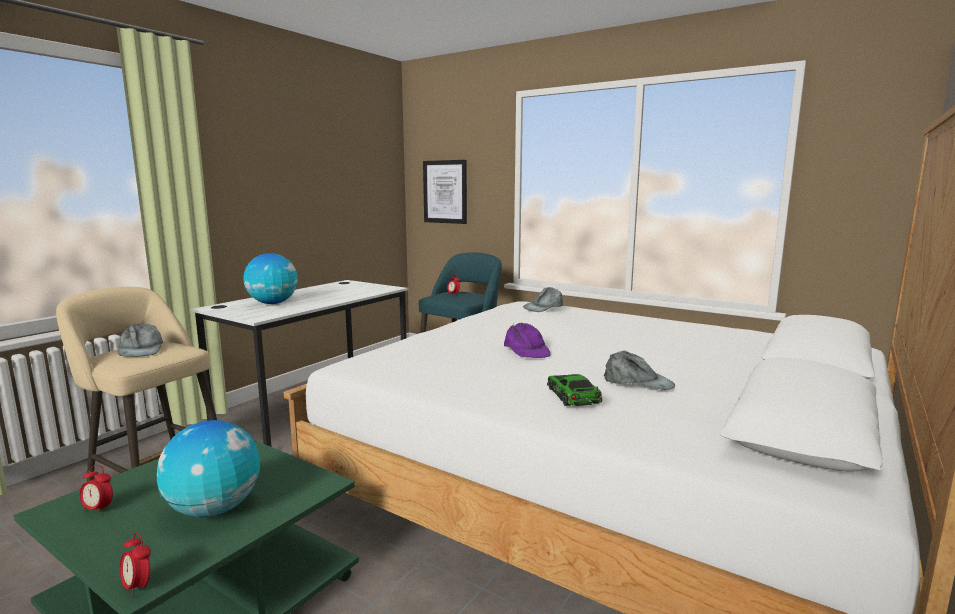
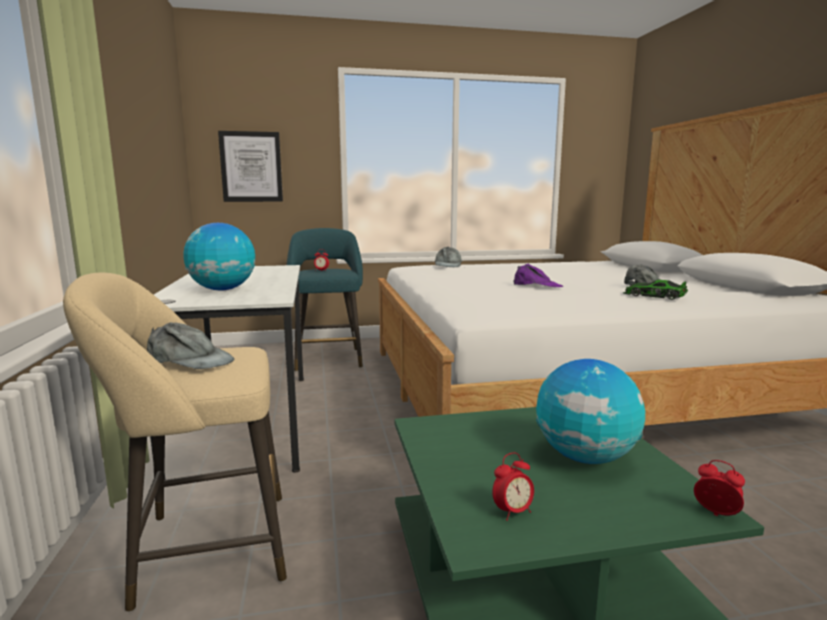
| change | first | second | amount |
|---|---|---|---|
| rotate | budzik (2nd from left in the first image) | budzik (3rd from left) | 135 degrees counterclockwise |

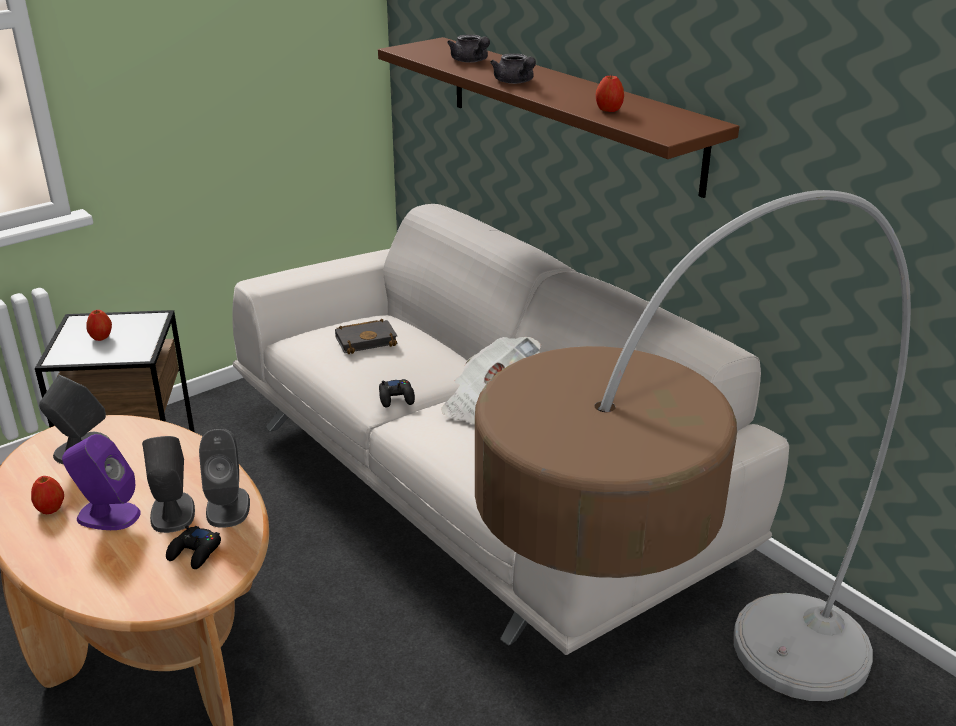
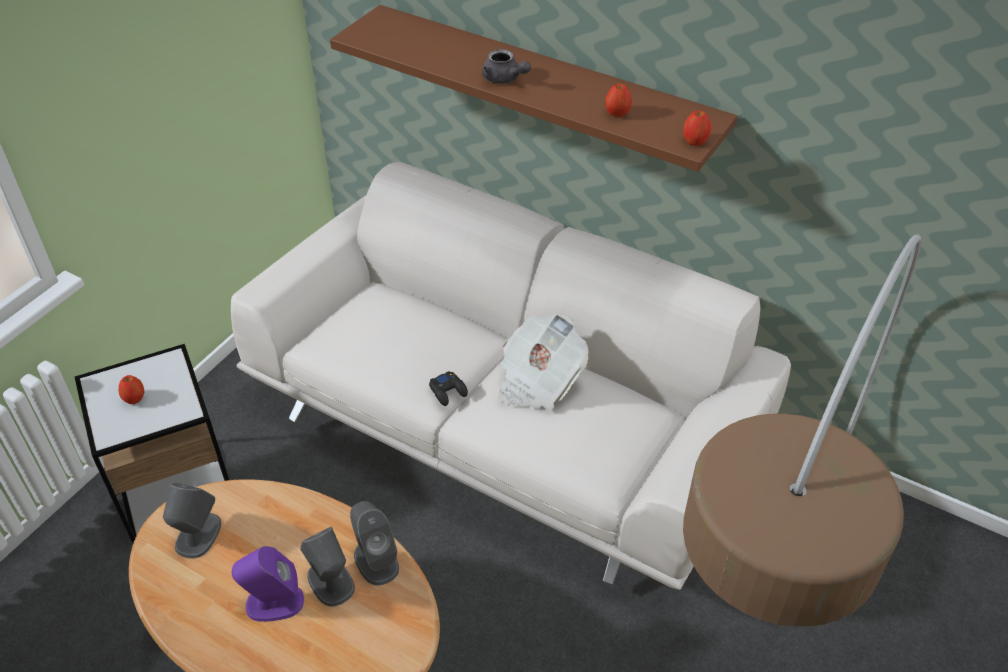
| change | first | second | amount |
|---|---|---|---|
| delete | imbryk (szary) (1st from left) |  |  |
| delete | książka (czarny) |  |  |
| move | jabłko (1st from left in the first image) | jabłko (3rd from left) |  |
| delete | pad do gier (czarny) (1st from left) |  |  |

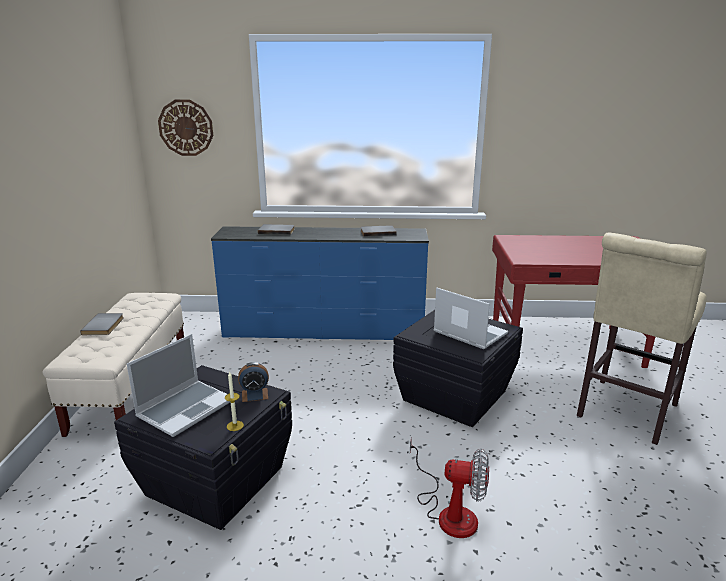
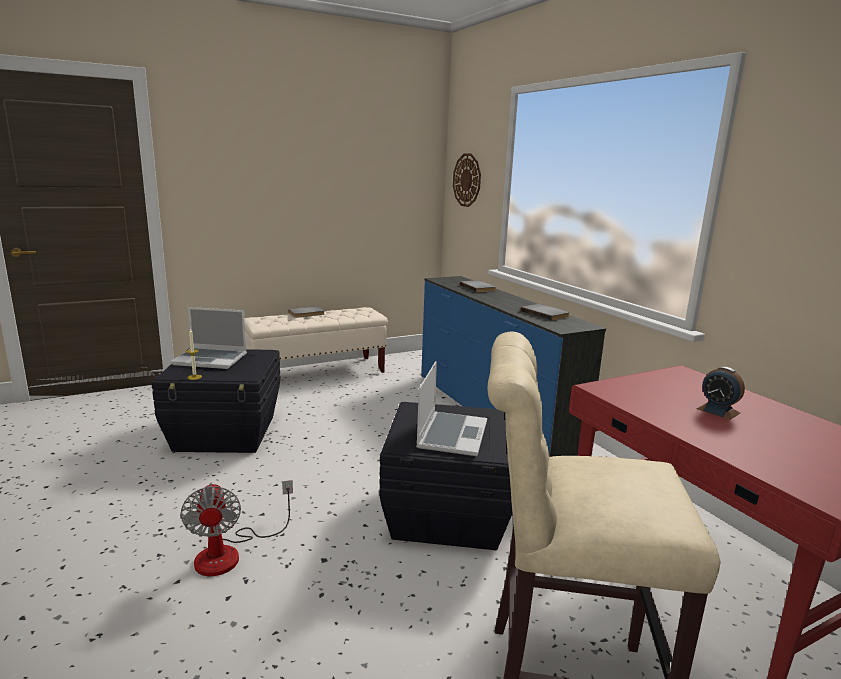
| change | first | second | amount |
|---|---|---|---|
| move | budzik |  |  |

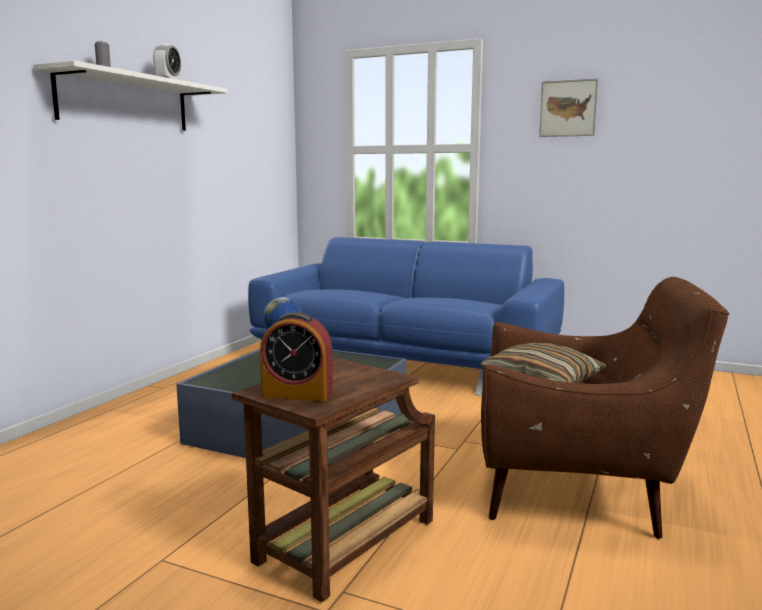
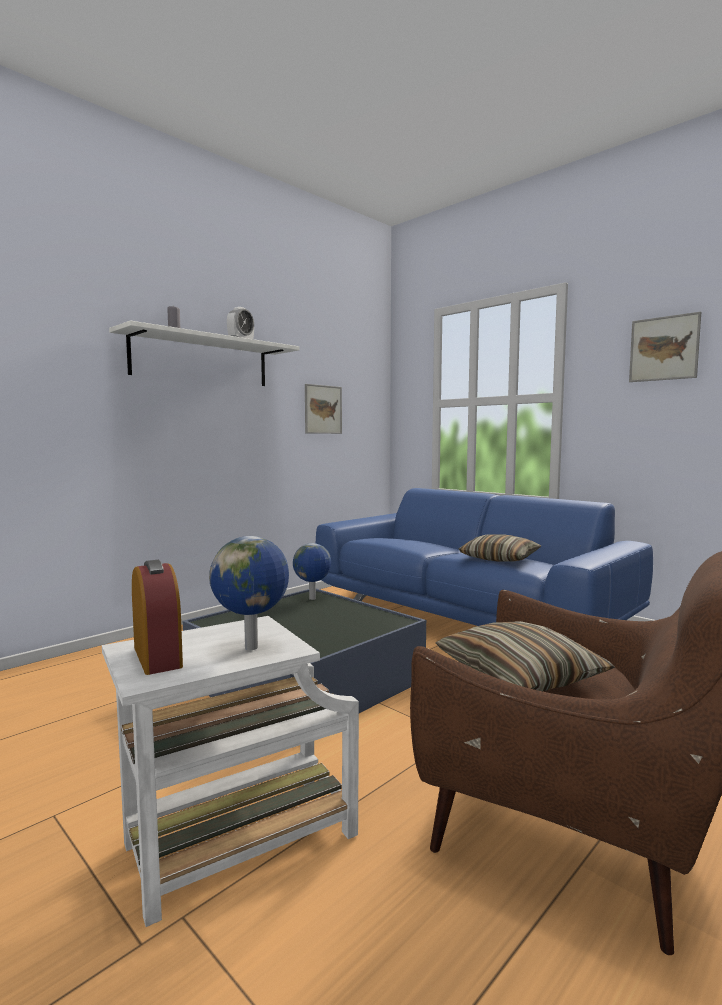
| change | first | second | amount |
|---|---|---|---|
| rotate | budzik (2nd from left in the first image) | budzik (1st from left) | 150 degrees counterclockwise |
| recolor | stolik (brązowy) | stolik (biały) |  |
| insert |  | obraz (1st from left) |  |
| insert |  | poduszka (1st from left) |  |
| insert |  | globus (1st from left) |  |

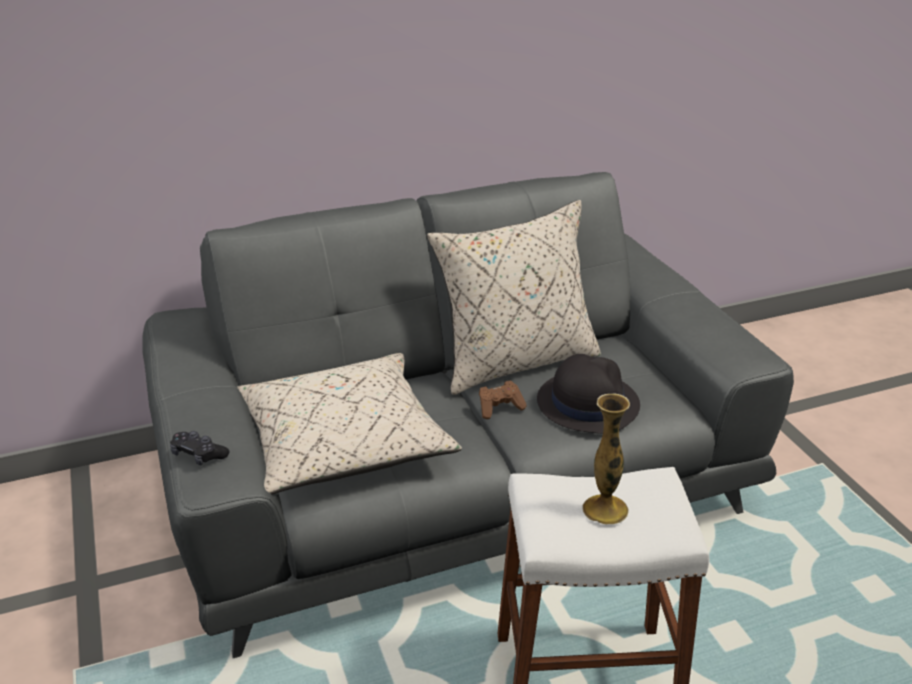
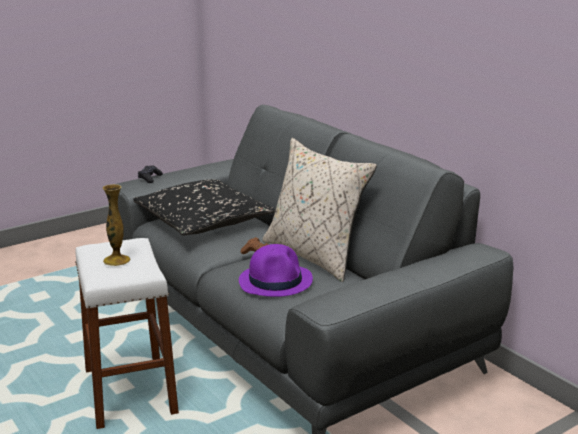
| change | first | second | amount |
|---|---|---|---|
| recolor | poduszka (beżowy) (1st from left) | poduszka (czarny) |  |
| recolor | kapelusz (czarny) | kapelusz (fioletowy) |  |

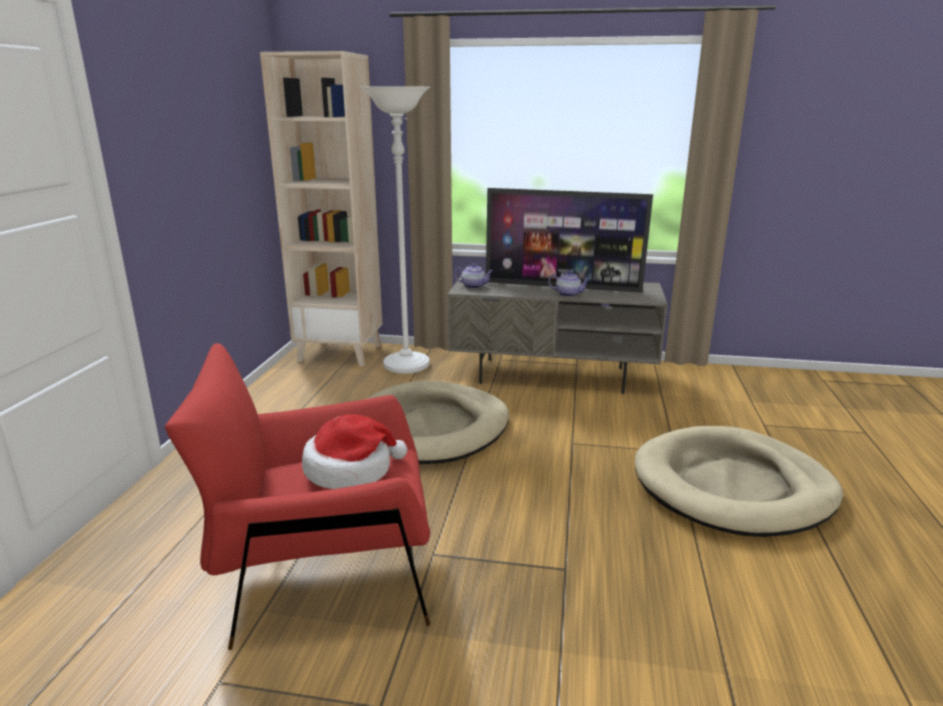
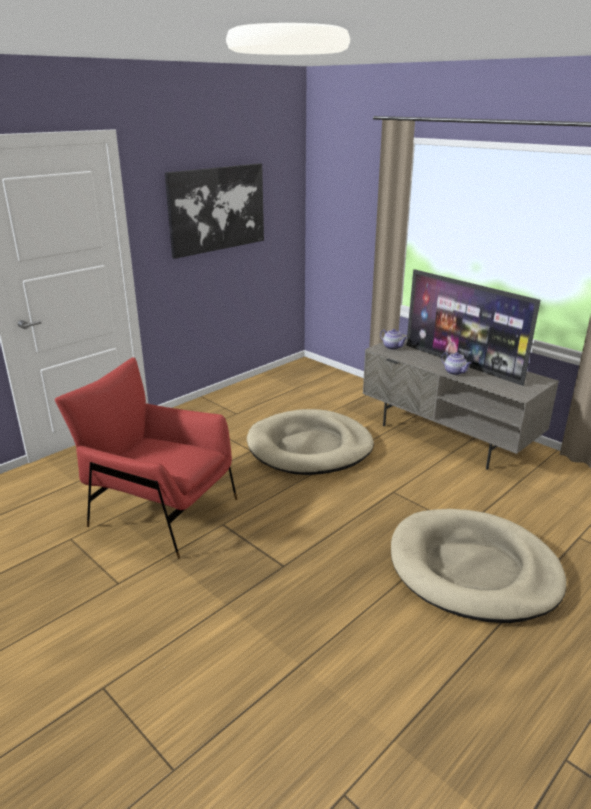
| change | first | second | amount |
|---|---|---|---|
| delete | regał (beżowy) |  |  |
| delete | lampa stojąca (biały) |  |  |
| delete | kapelusz |  |  |
| insert |  | obraz |  |

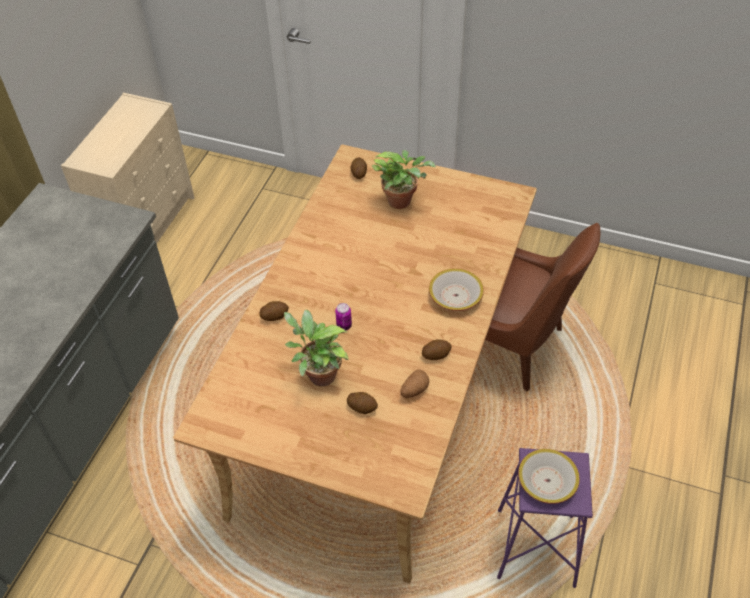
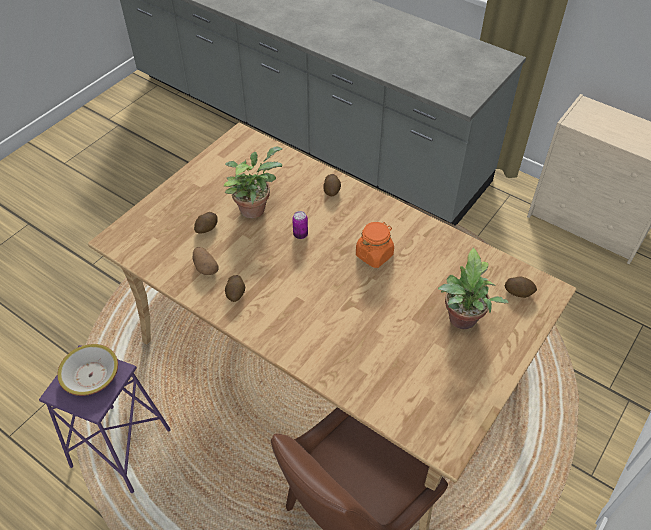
| change | first | second | amount |
|---|---|---|---|
| delete | miska (1st from left) |  |  |
| insert |  | słoik (pomarańczowy) |  |

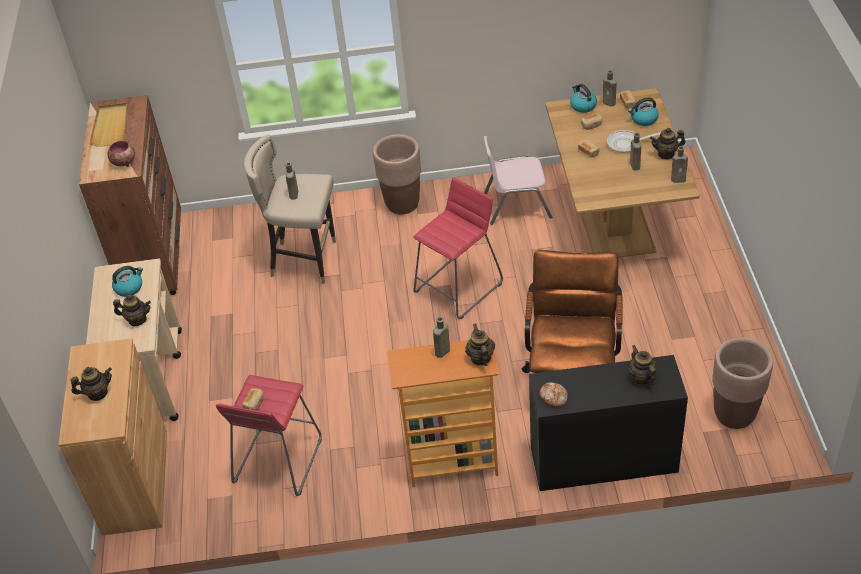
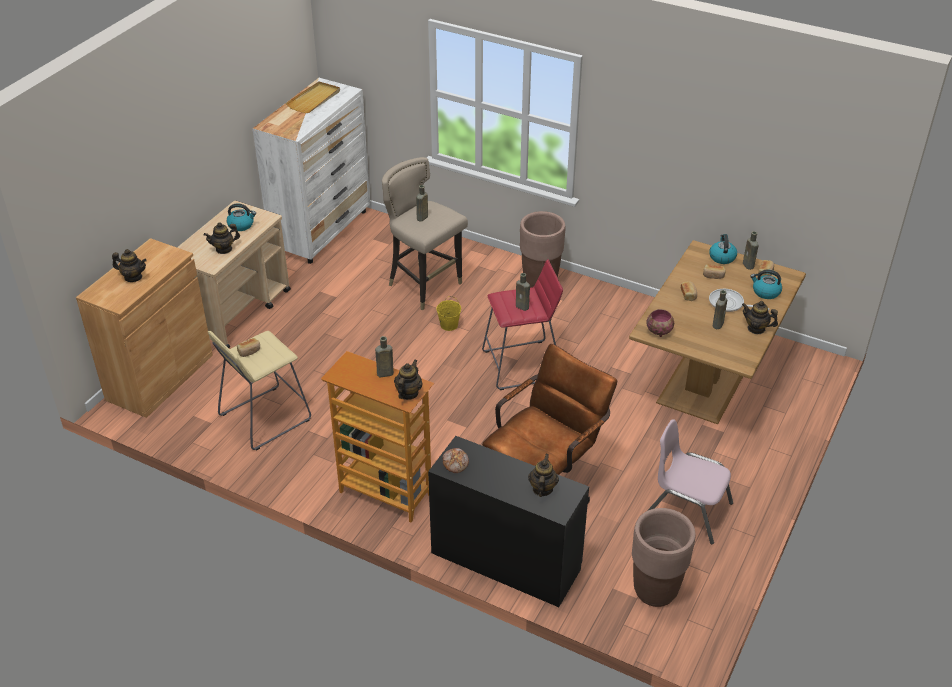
| change | first | second | amount |
|---|---|---|---|
| recolor | komoda (brązowy) | komoda (biały) |  |
| move | krzesło (różowy) |  |  |
| move | miska |  |  |
| move | butelka (brązowy) (5th from left in the first image) | butelka (brązowy) (3rd from left) |  |
| rotate | imbryk (2nd from left) |  | 120 degrees clockwise |
| recolor | stołek (czerwony) (1st from left) | stołek (beżowy) (1st from left) |  |
| insert |  | wiadro (żółty) |  |

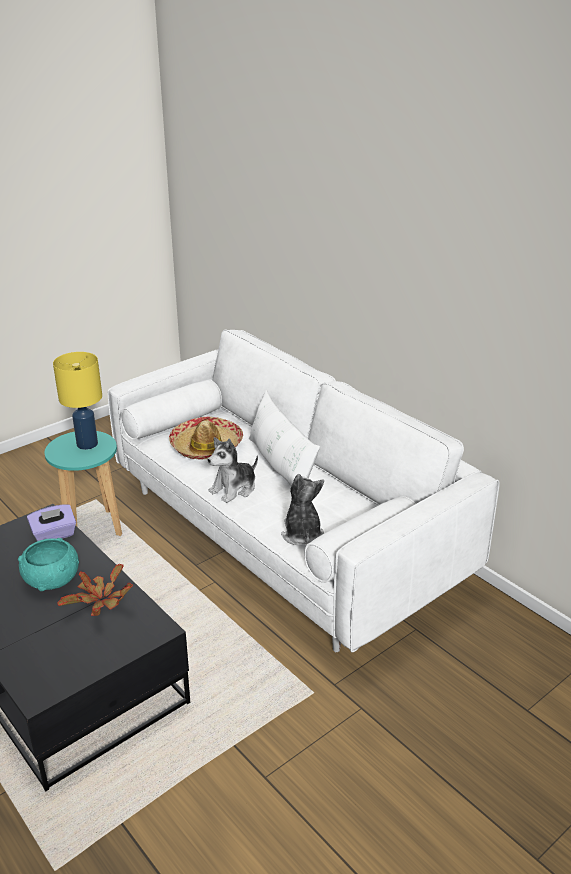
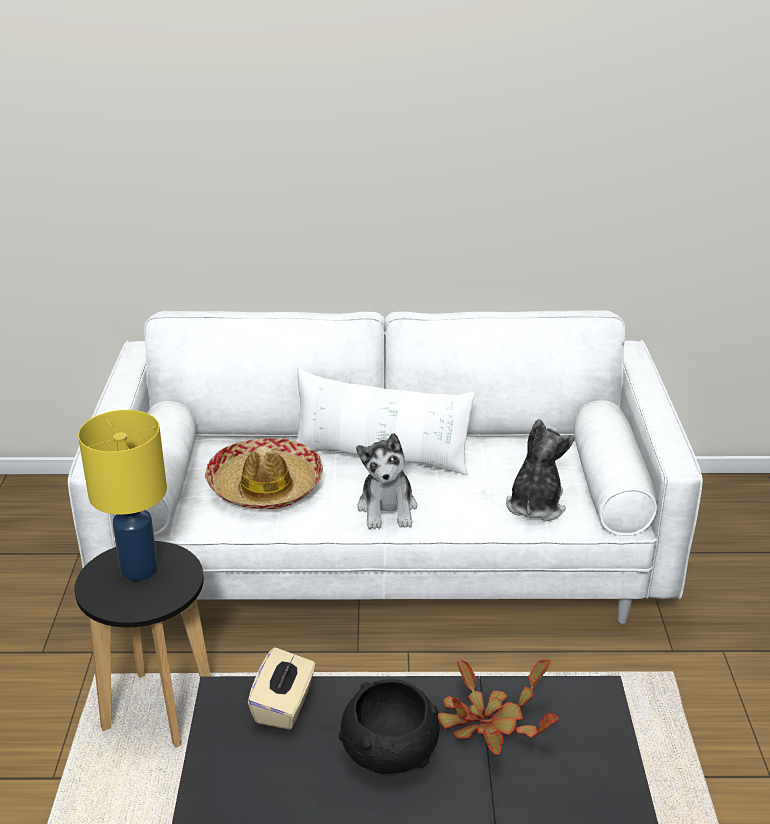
| change | first | second | amount |
|---|---|---|---|
| recolor | stołek (turkusowy) | stołek (czarny) |  |
| rotate | pluszak (2nd from left) |  | 75 degrees clockwise |
| recolor | pudełko chusteczek (fioletowy) | pudełko chusteczek (beżowy) |  |
| recolor | miska (turkusowy) | miska (czarny) |  |

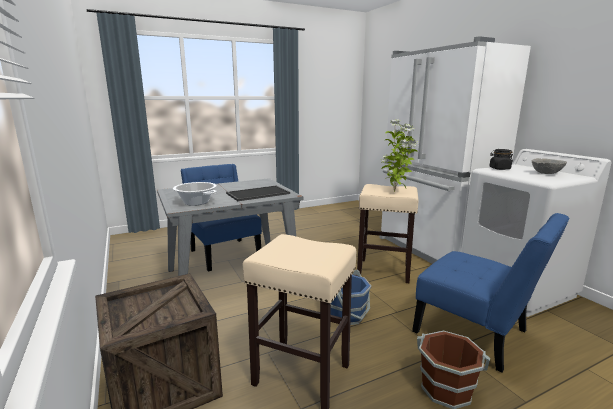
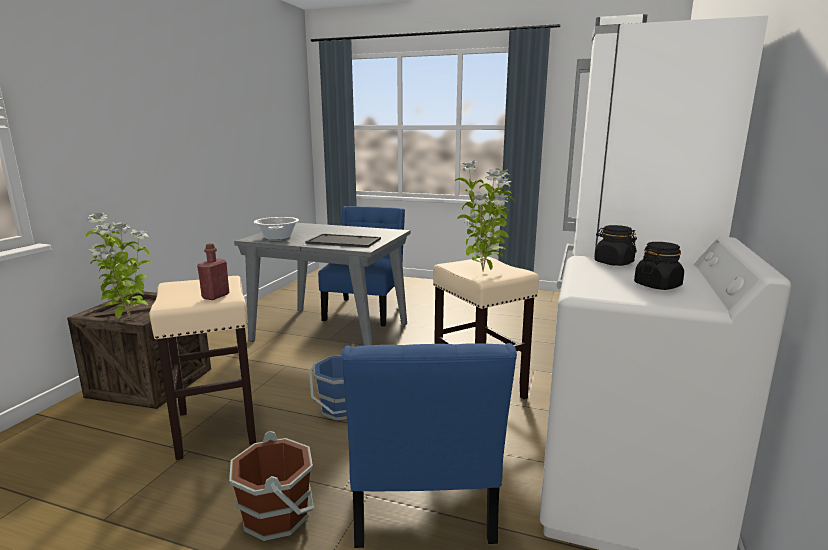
| change | first | second | amount |
|---|---|---|---|
| replace | miska (szary) | słoik (czarny) (2nd from left) |  |
| insert |  | roślina doniczkowa (1st from left) |  |
| insert |  | butelka (czerwony) |  |

